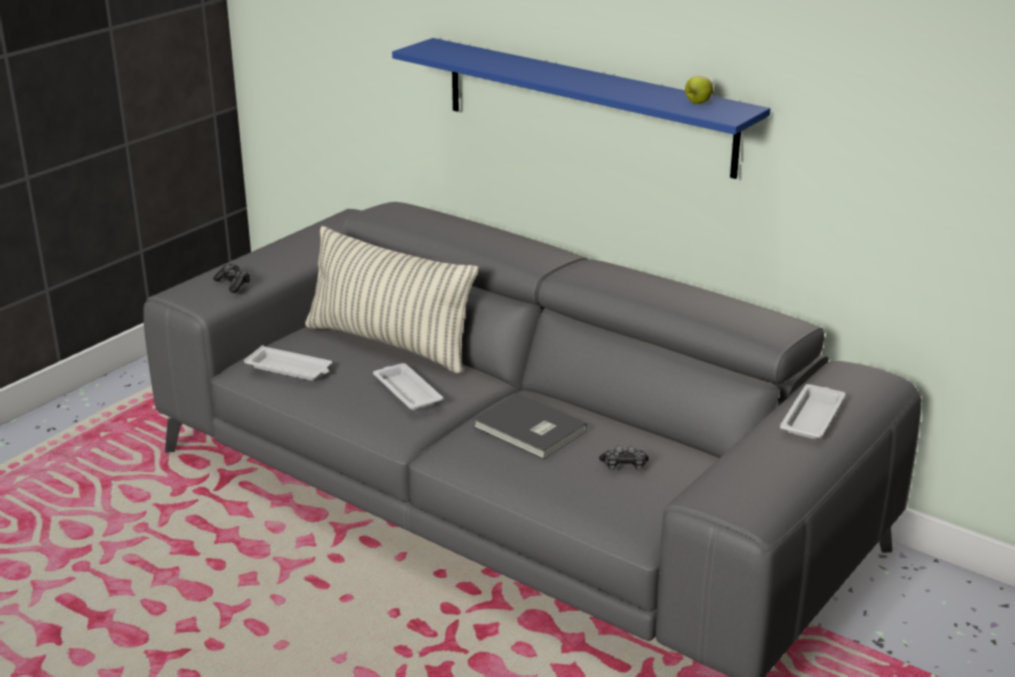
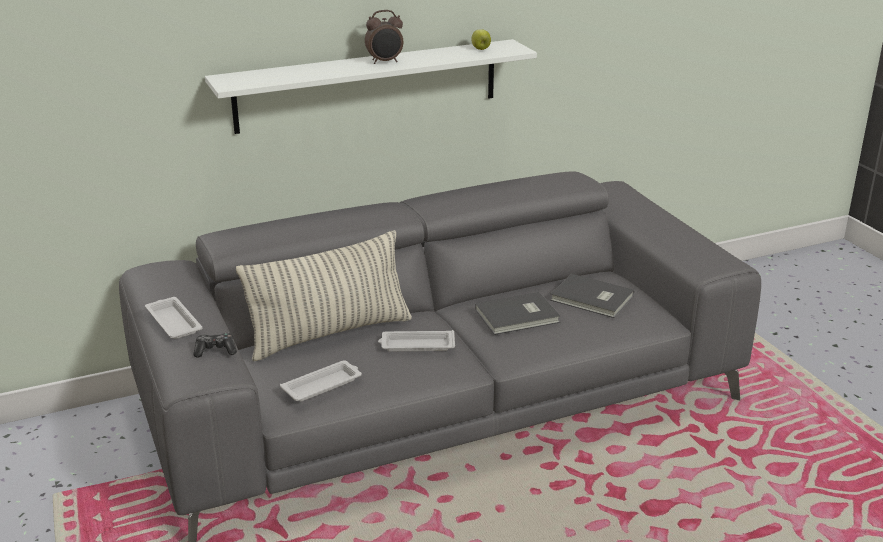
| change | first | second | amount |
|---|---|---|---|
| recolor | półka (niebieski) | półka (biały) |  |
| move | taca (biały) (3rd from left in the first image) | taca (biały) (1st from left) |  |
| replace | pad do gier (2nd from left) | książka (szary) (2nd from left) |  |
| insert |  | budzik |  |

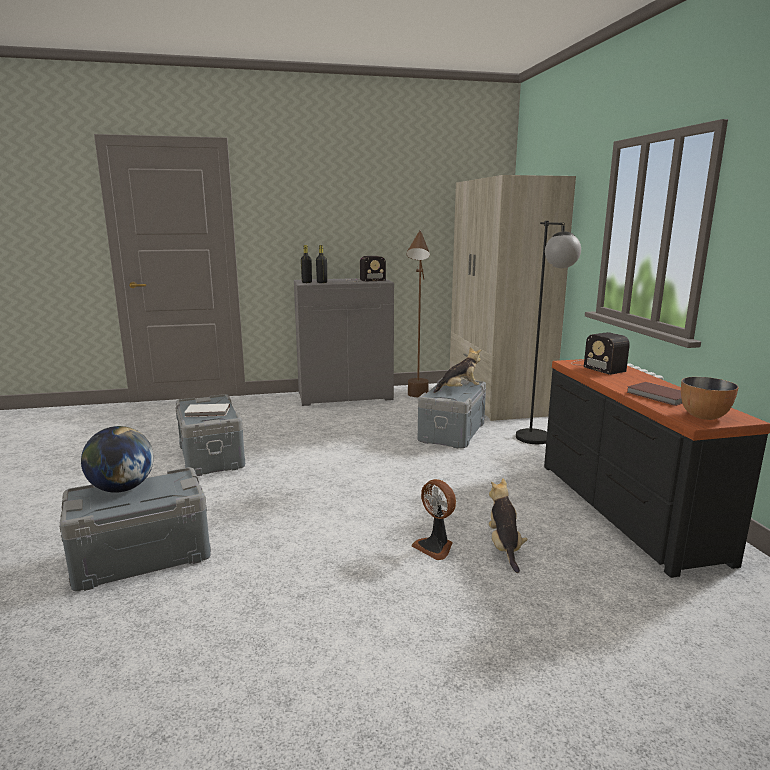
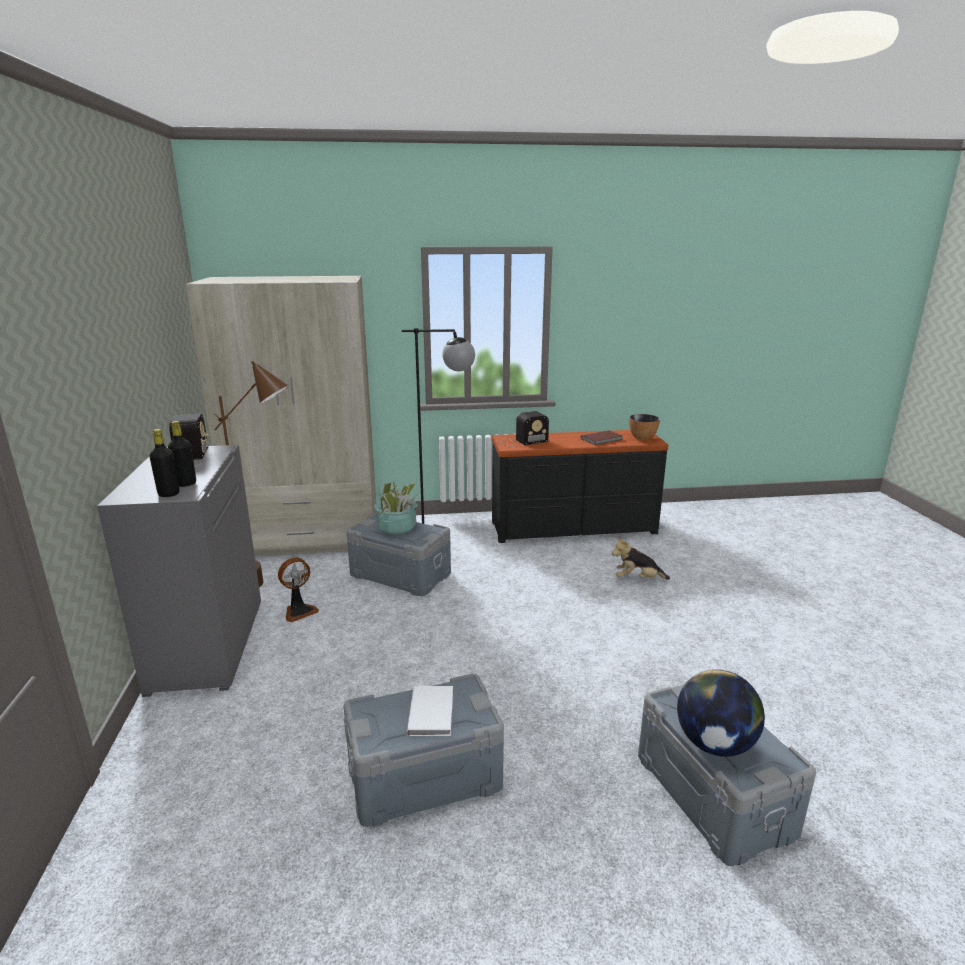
| change | first | second | amount |
|---|---|---|---|
| replace | pluszak (1st from left) | roślina doniczkowa |  |
| move | wentylator |  |  |

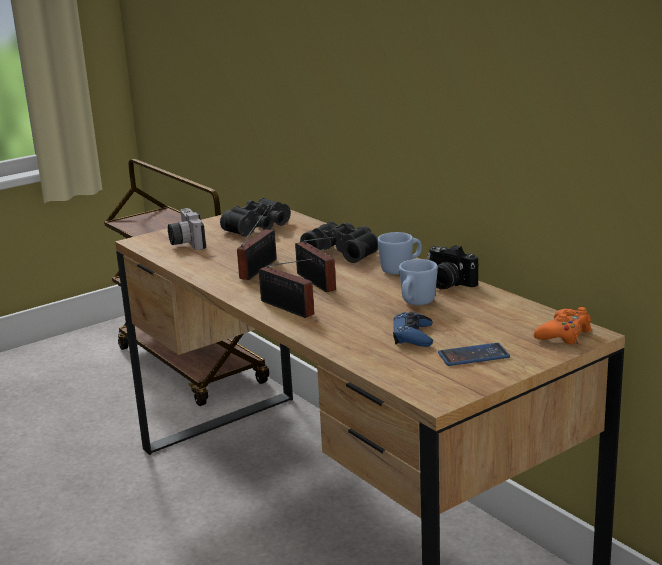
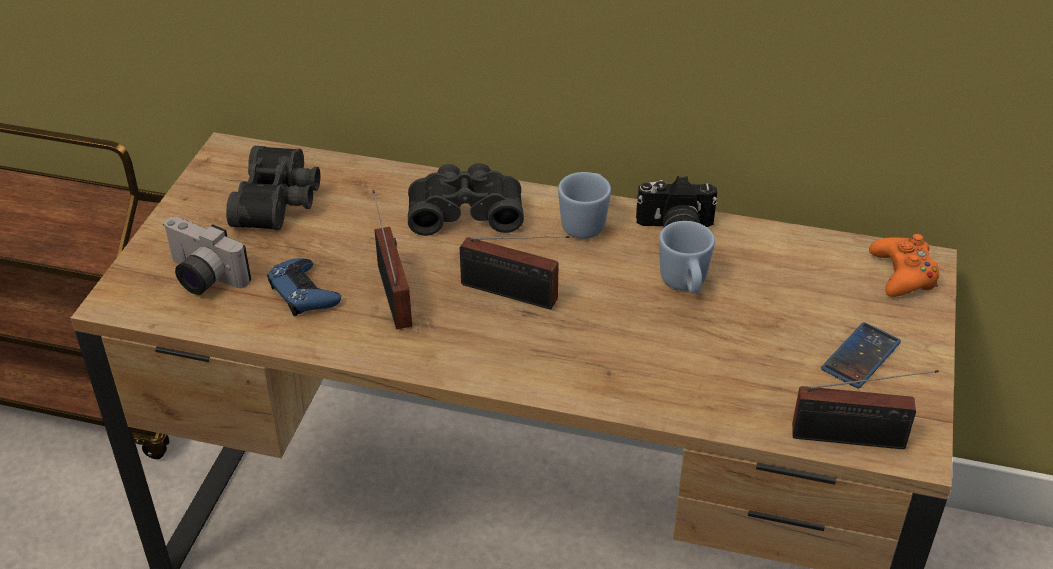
| change | first | second | amount |
|---|---|---|---|
| move | radio (2nd from left in the first image) | radio (3rd from left) |  |
| move | pad do gier (niebieski) |  |  |

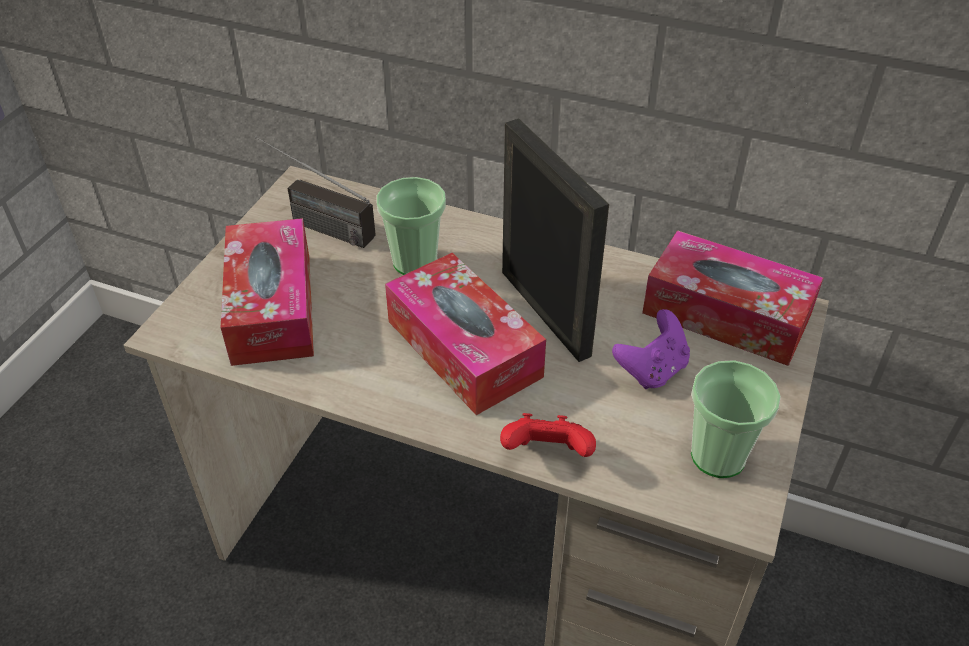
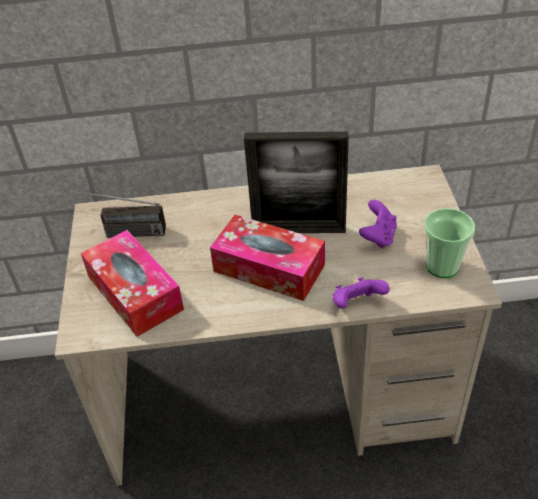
| change | first | second | amount |
|---|---|---|---|
| rotate | ramka na zdjęcie |  | 150 degrees clockwise |
| delete | filiżanka (1st from left) |  |  |
| delete | pudełko chusteczek (3rd from left) |  |  |
| recolor | pad do gier (czerwony) | pad do gier (fioletowy) (1st from left) |  |

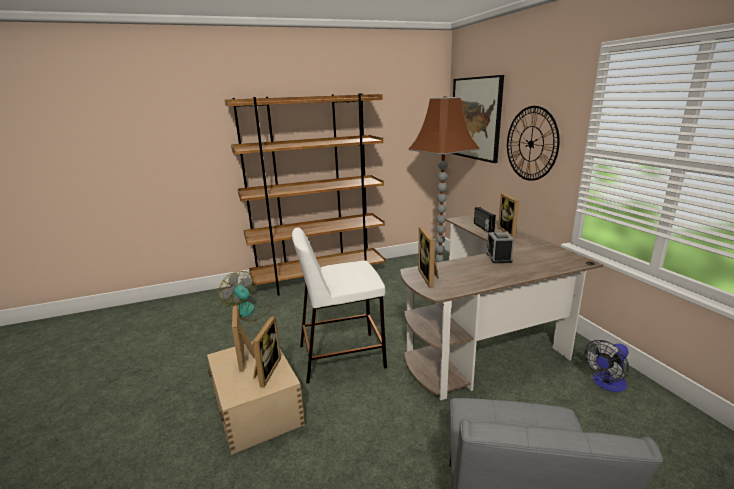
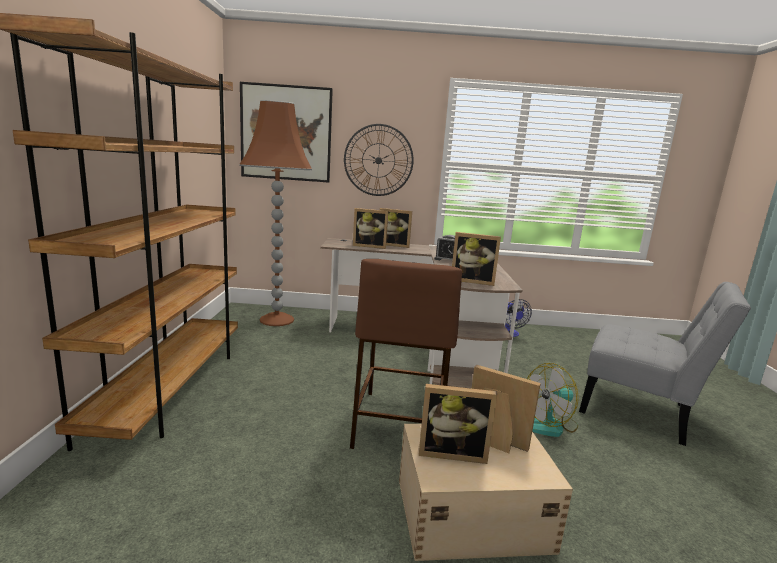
| change | first | second | amount |
|---|---|---|---|
| replace | radio | ramka na zdjęcie (1st from left) |  |
| recolor | stołek (biały) | stołek (brązowy) |  |
| move | wentylator (1st from left in the first image) | wentylator (2nd from left) |  |

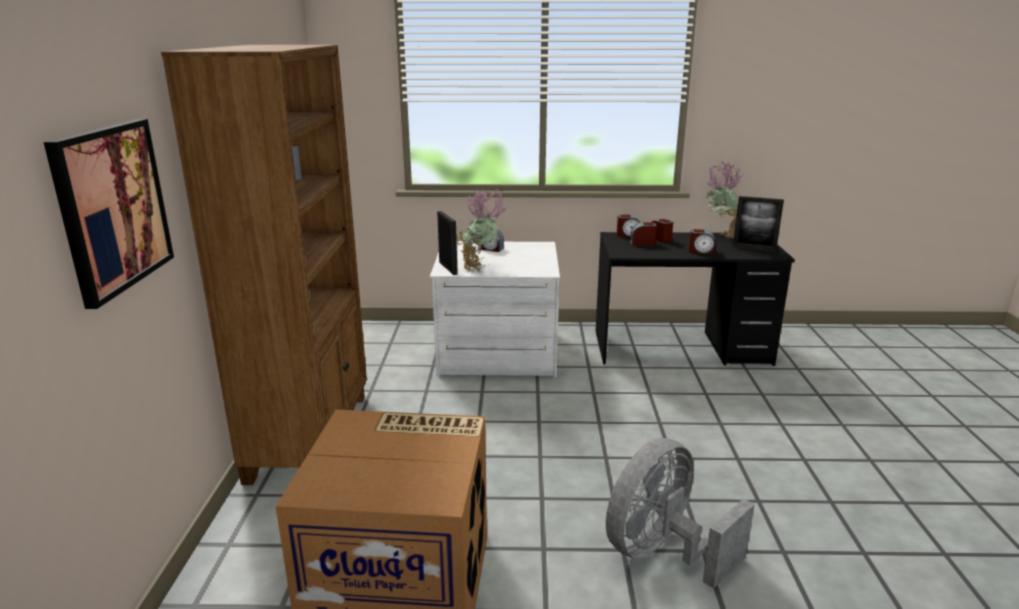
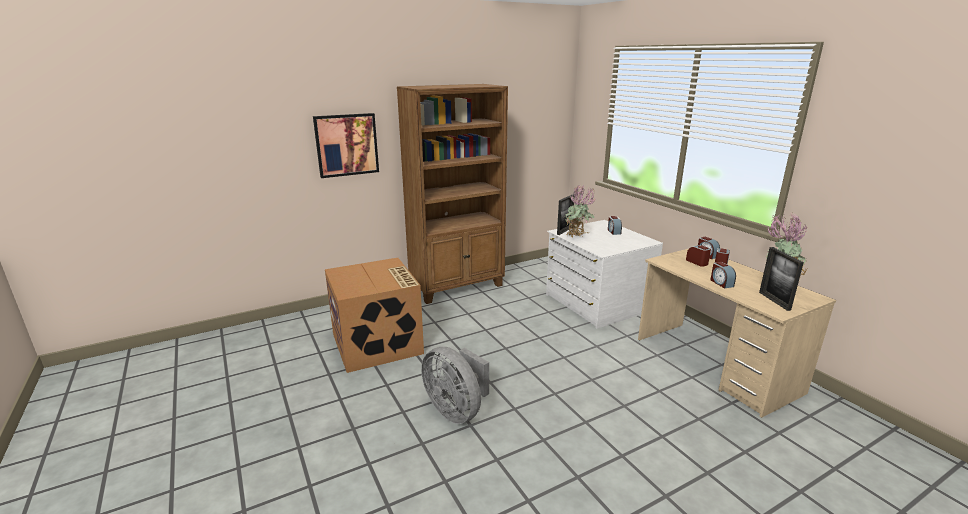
| change | first | second | amount |
|---|---|---|---|
| recolor | biurko (czarny) | biurko (beżowy) |  |
| rotate | wentylator (szary) |  | 150 degrees counterclockwise |

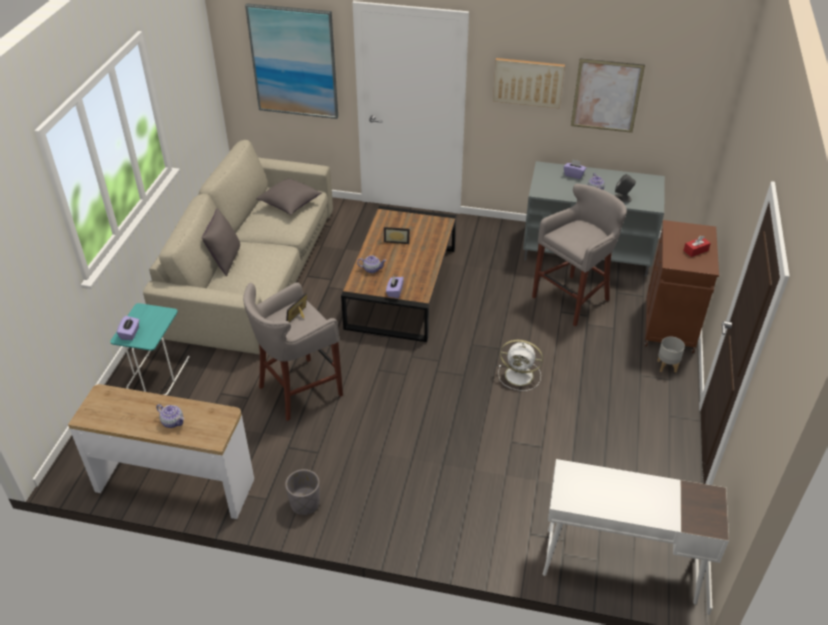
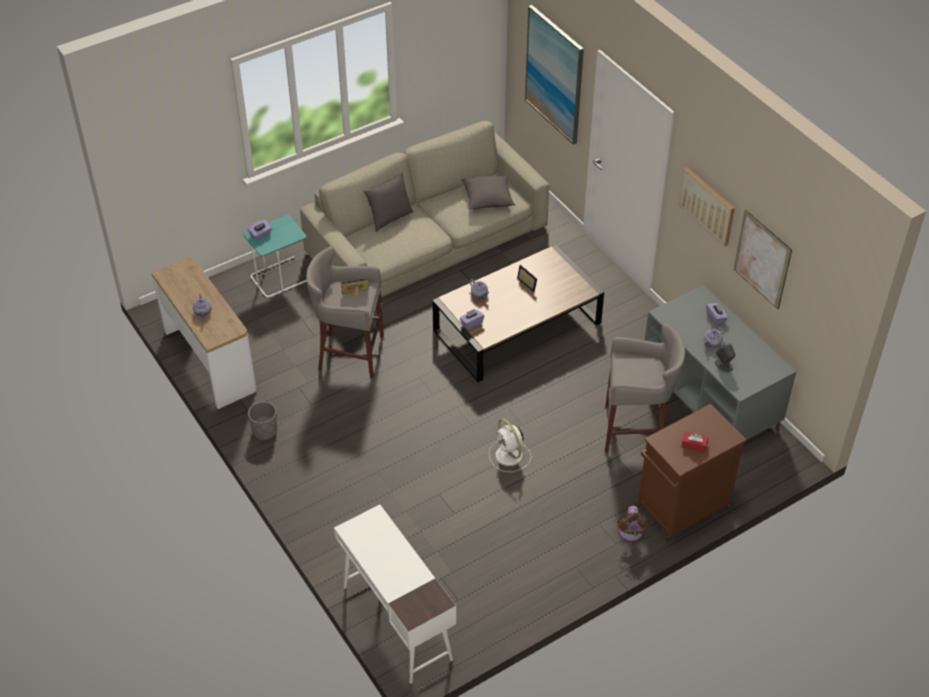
| change | first | second | amount |
|---|---|---|---|
| replace | donica (szary) (2nd from left) | wentylator (brązowy) |  |

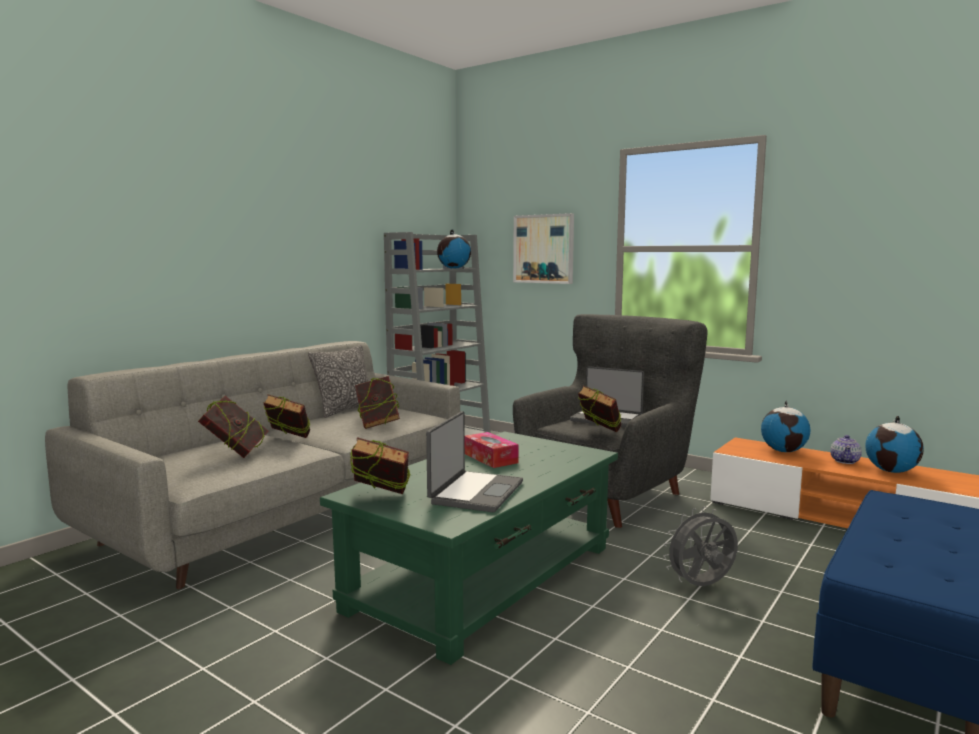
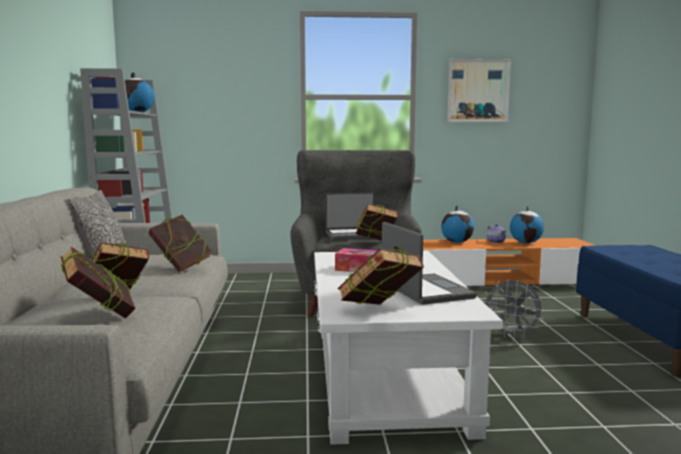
| change | first | second | amount |
|---|---|---|---|
| move | obraz |  |  |
| recolor | ława (zielony) | ława (biały) |  |
| rotate | wentylator (szary) |  | 90 degrees counterclockwise |

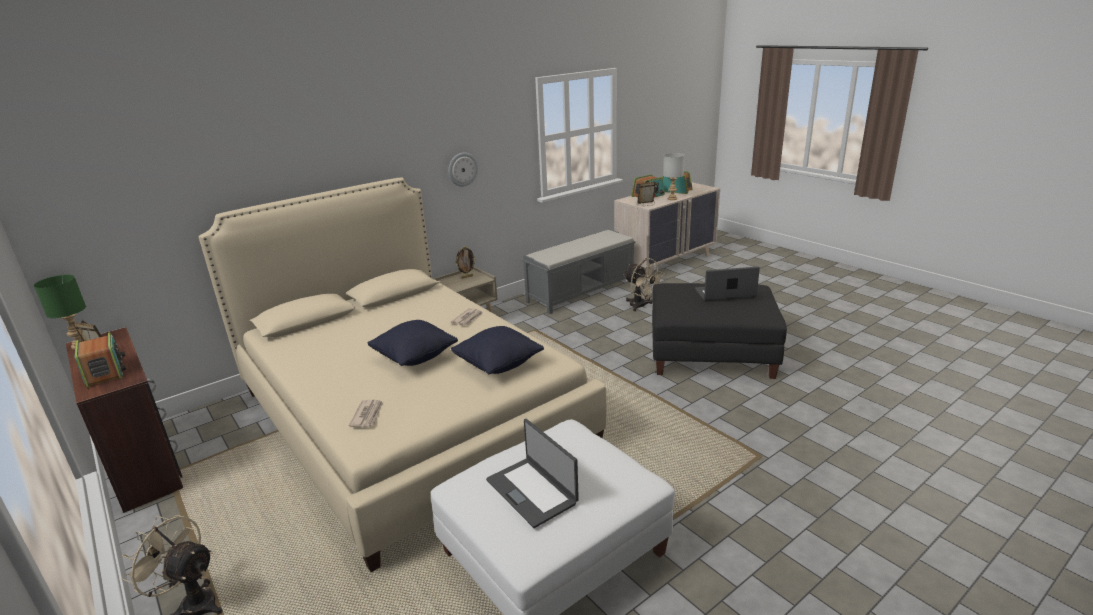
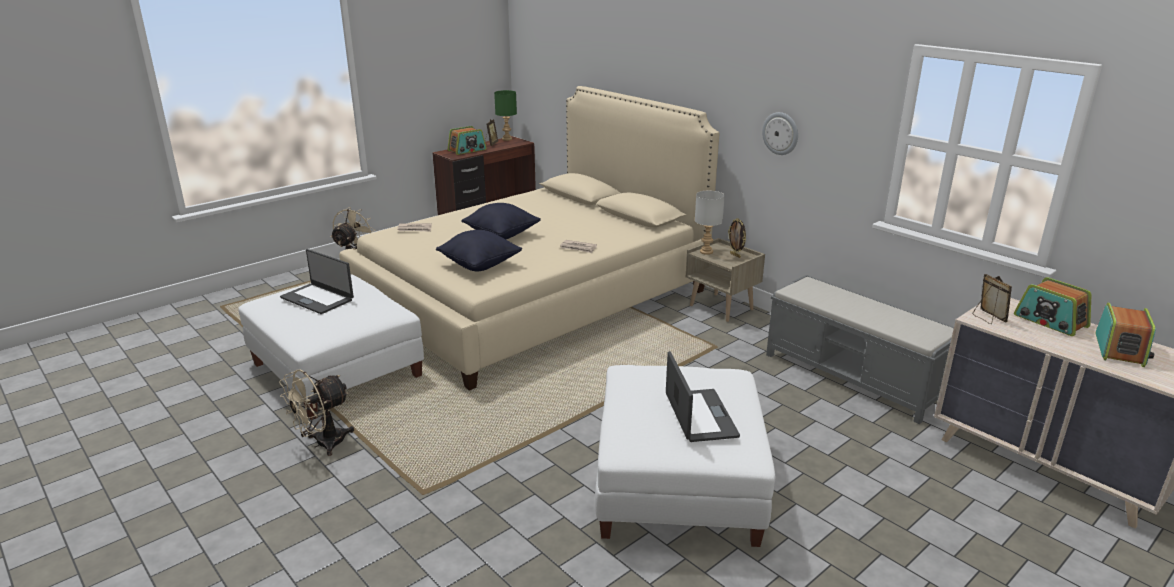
| change | first | second | amount |
|---|---|---|---|
| move | lampa stołowa (szary) |  |  |
| move | wentylator (beżowy) (2nd from left in the first image) | wentylator (beżowy) (1st from left) |  |
| recolor | pufa (czarny) | pufa (biały) (2nd from left) |  |
| rotate | laptop (1st from left) |  | 105 degrees counterclockwise |

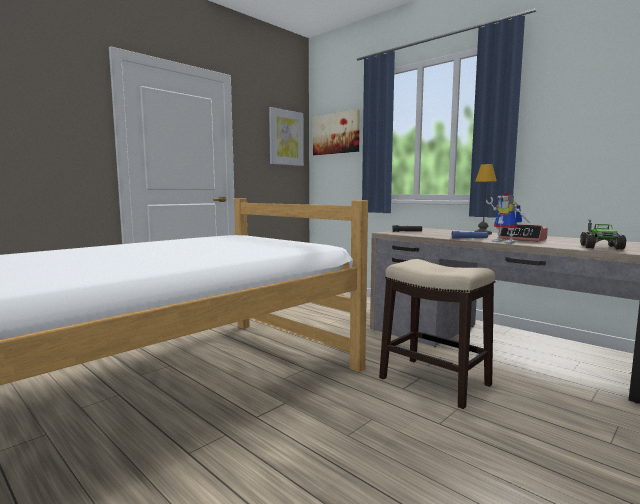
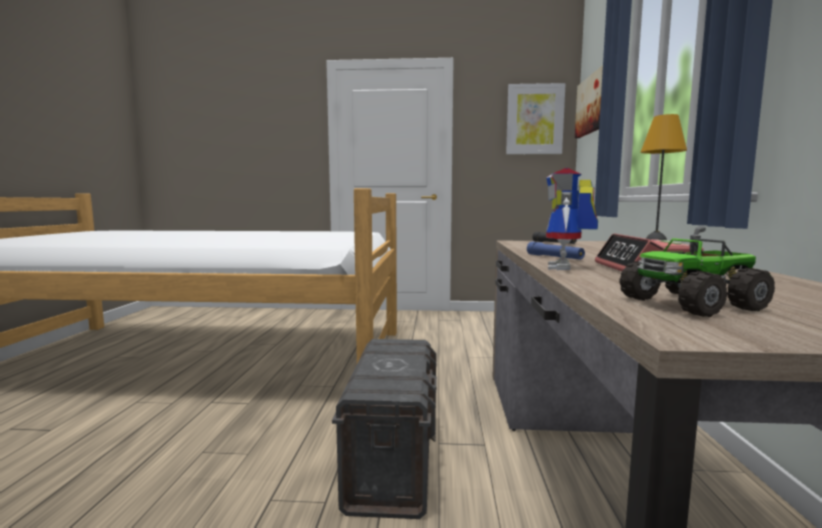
| change | first | second | amount |
|---|---|---|---|
| replace | stołek | pojemnik do przechowywania (szary) |  |

